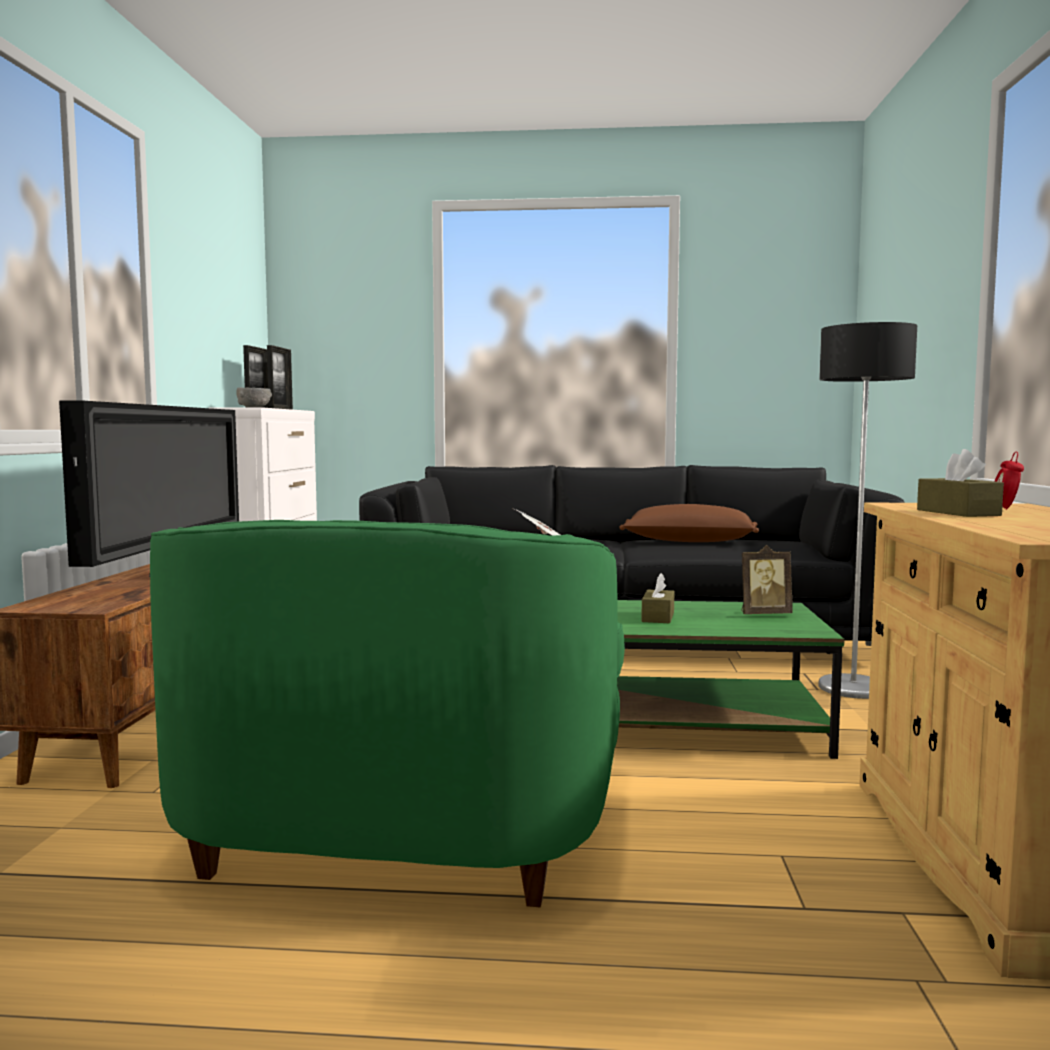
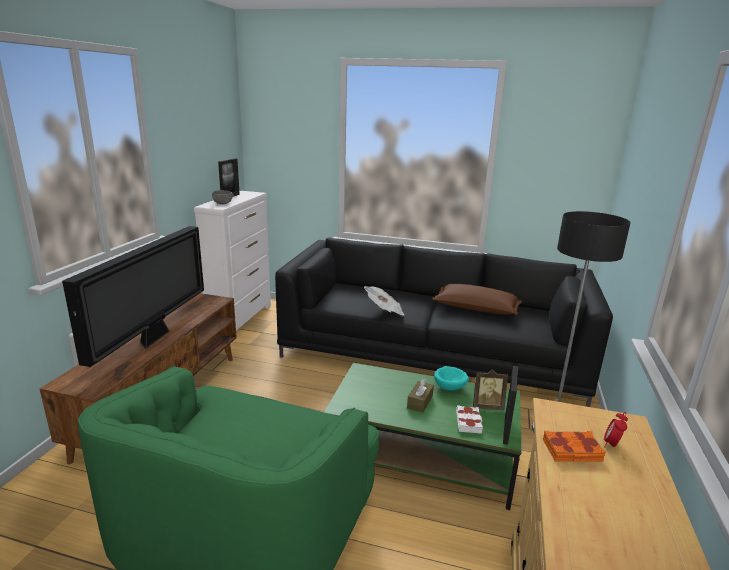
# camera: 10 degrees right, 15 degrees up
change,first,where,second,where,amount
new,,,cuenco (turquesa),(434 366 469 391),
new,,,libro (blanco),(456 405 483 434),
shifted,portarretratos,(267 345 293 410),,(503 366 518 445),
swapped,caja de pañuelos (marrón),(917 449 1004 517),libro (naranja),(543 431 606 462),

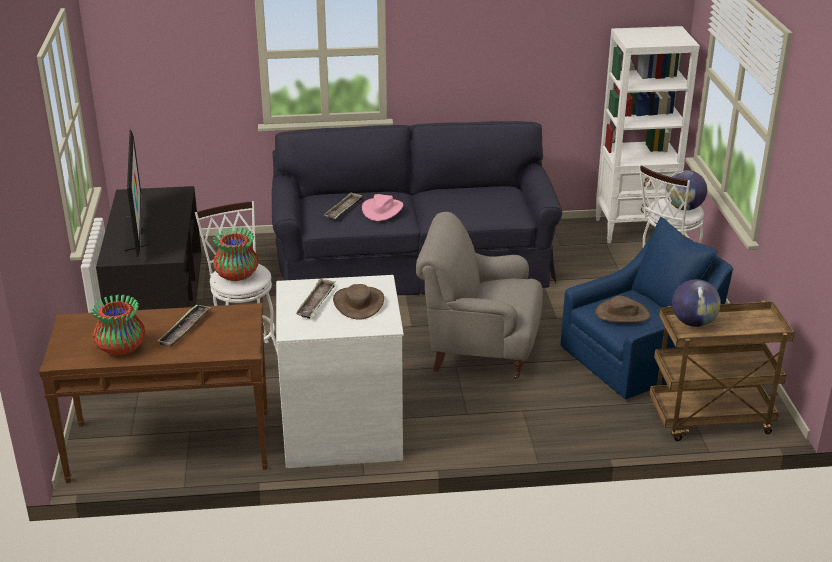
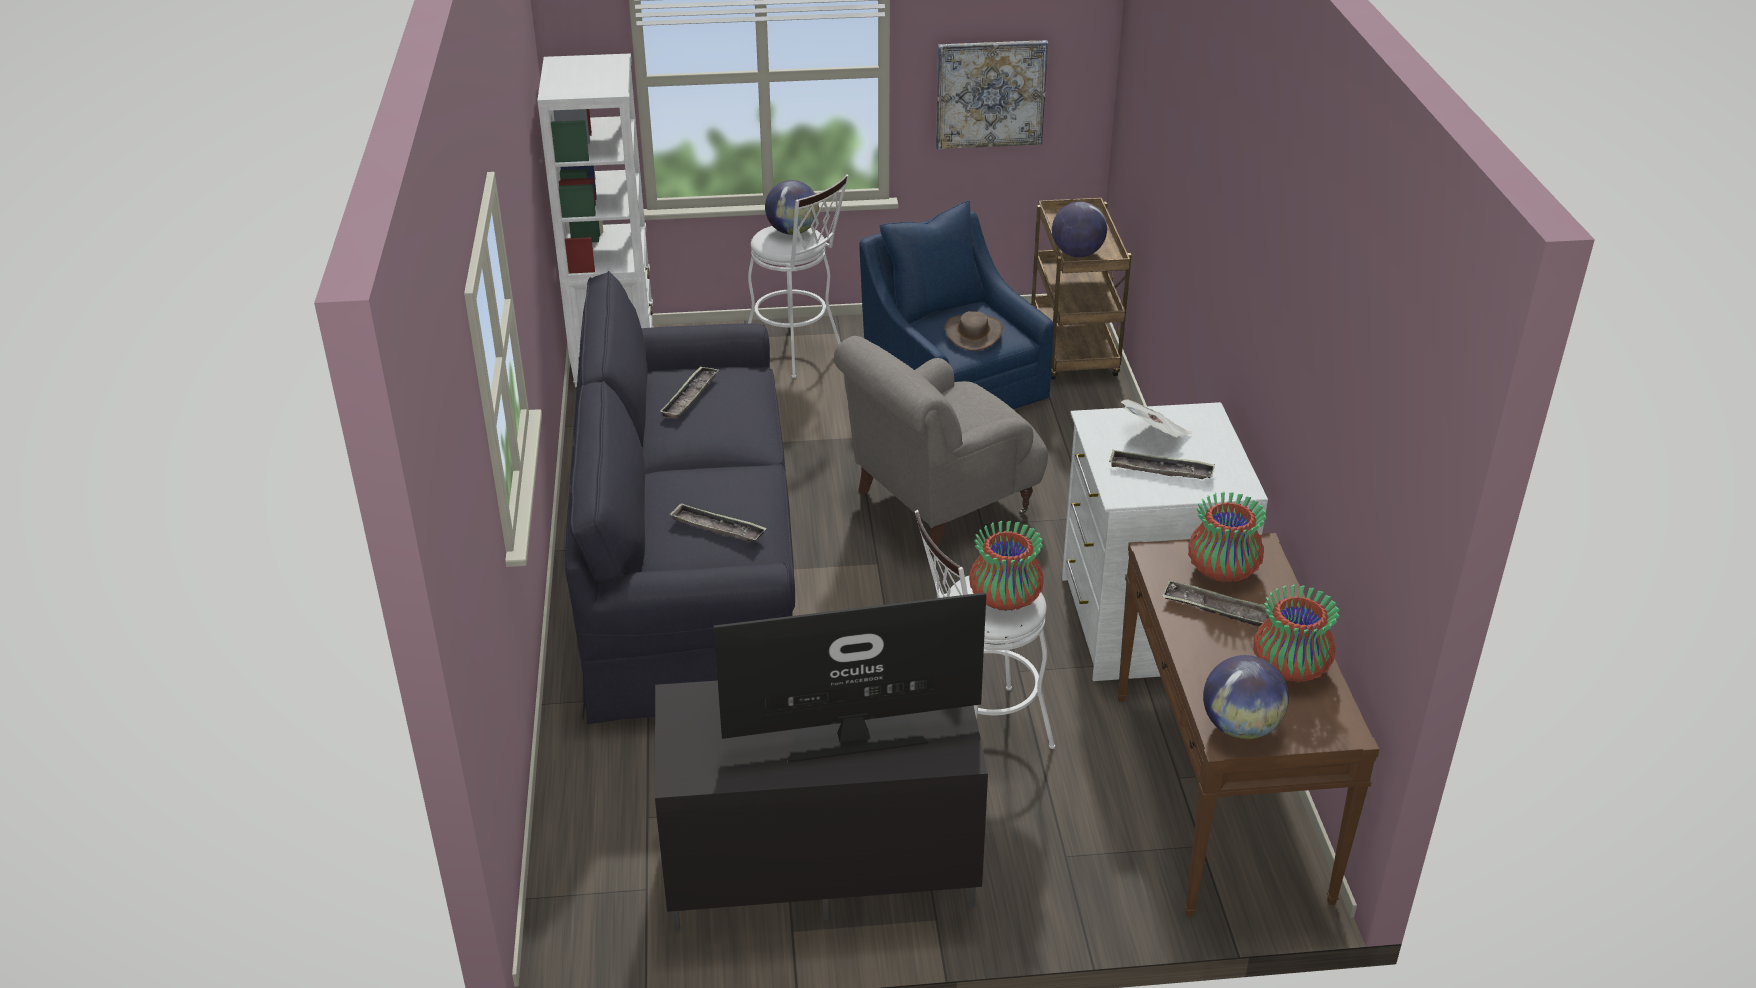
# camera: 90 degrees left, 5 degrees up
change,first,where,second,where,amount
new,,,bandeja,(660 366 719 419),
rotated,sillón (gris),(416 212 543 379),,(834 336 1048 555),45 degrees clockwise
new,,,cuadro,(936 40 1048 149),
swapped,sombrero (marrón),(333 284 384 320),periódico,(1121 399 1192 438),
new,,,florero,(1188 491 1267 582),
new,,,globo terráqueo,(1203 655 1289 739),
gone,sombrero (rosa),(362 194 403 221),,,

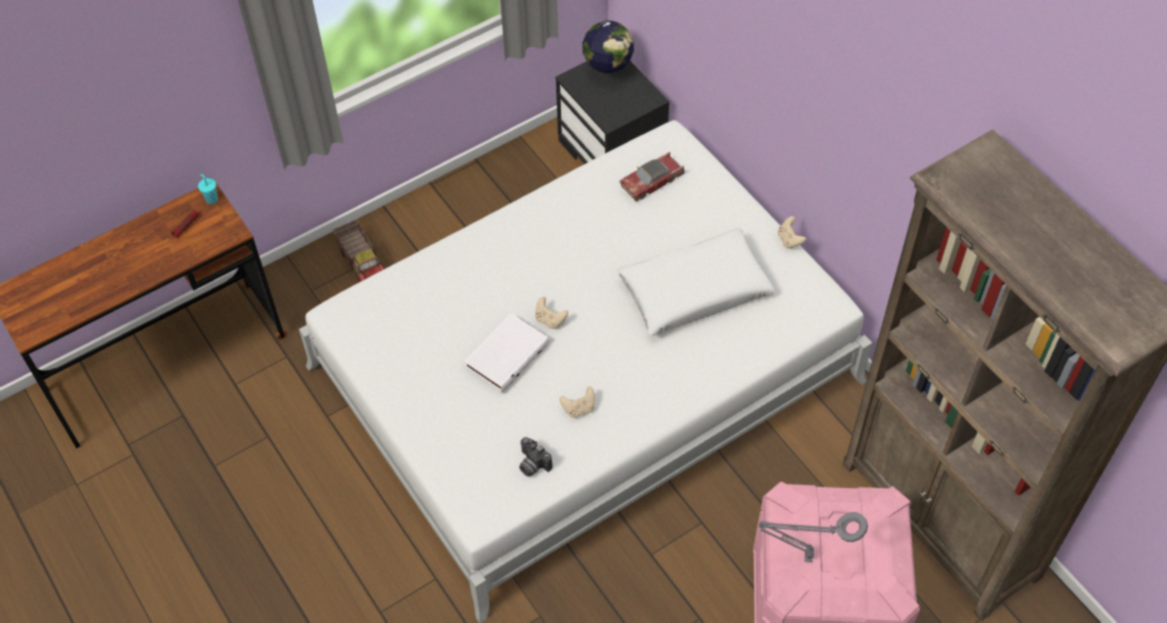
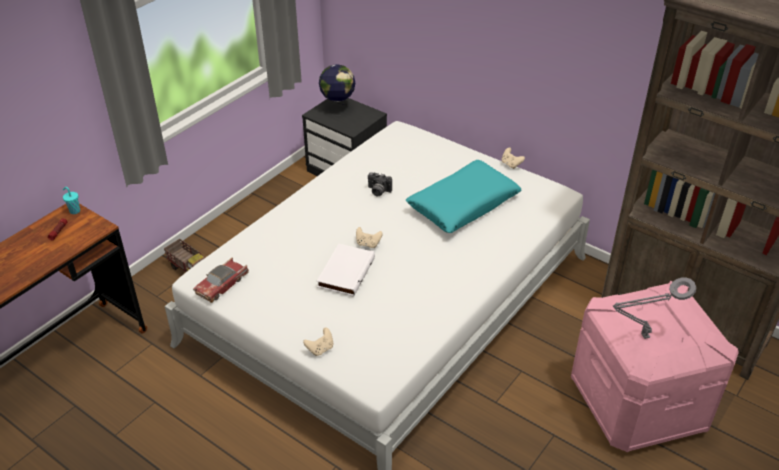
# camera: 20 degrees left, 15 degrees down
change,first,where,second,where,amount
shifted,coche de juguete,(619 152 685 202),,(193 257 249 303),
shifted,mando de consola (beis),(560 386 595 418),,(303 327 333 356),
shifted,cámara,(519 437 553 477),,(368 172 392 196),
repainted,cojín (blanco),(617 228 775 336),cojín (turquesa),(406 160 521 233),

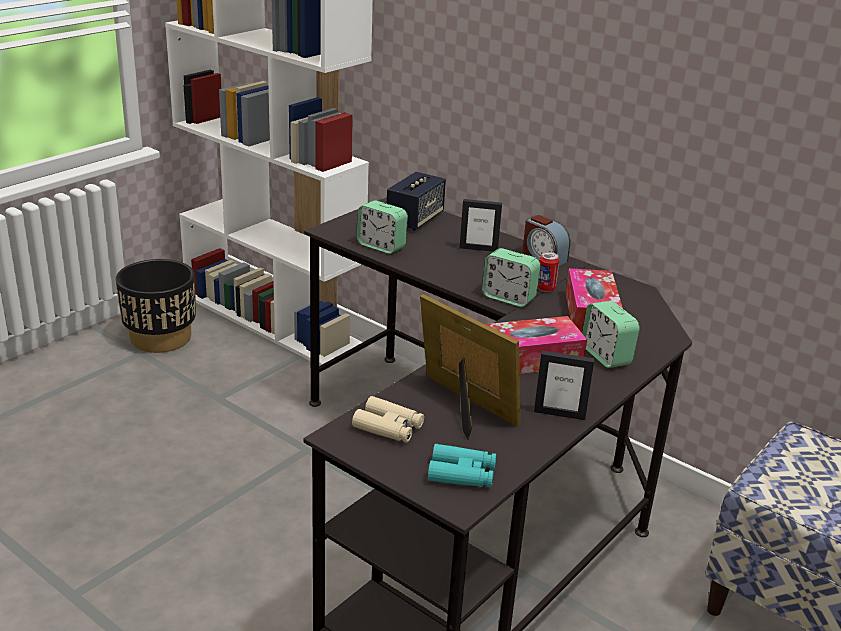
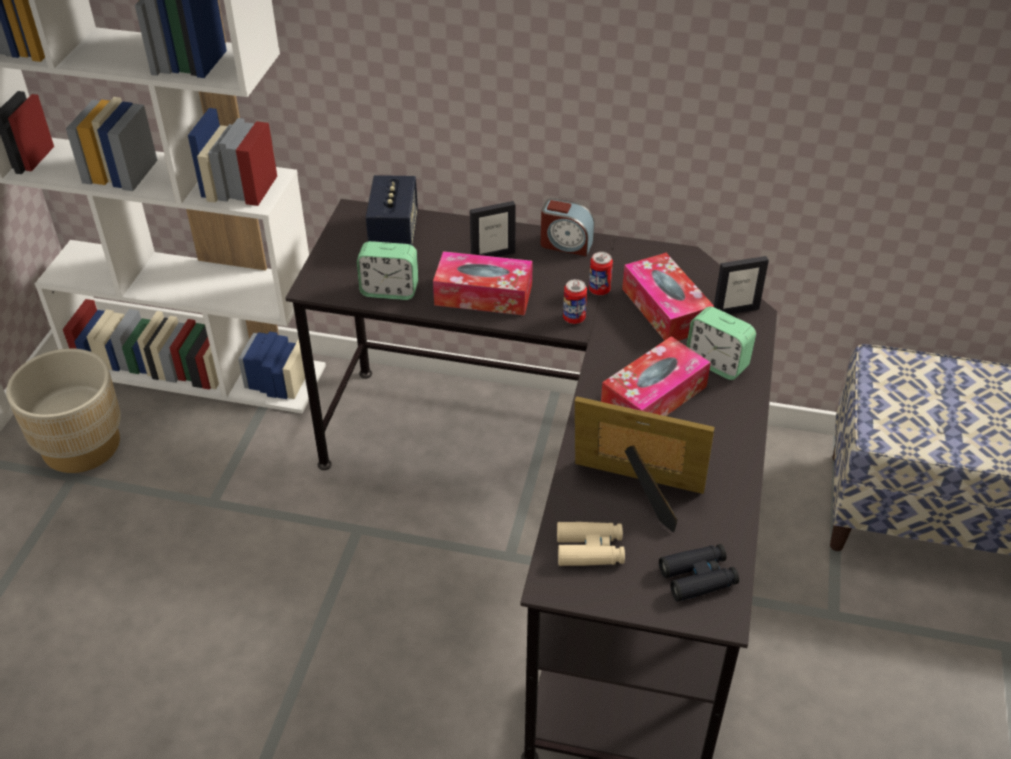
# camera: 25 degrees left, 15 degrees up
change,first,where,second,where,amount
repainted,maceta (negro),(116 259 196 353),maceta (beis),(6 348 121 473),
new,,,caja de pañuelos,(433 251 533 316),
swapped,despertador,(482 248 540 307),lata,(563 279 587 324),
repainted,prismáticos (turquesa),(428 444 496 487),prismáticos (negro),(659 544 739 602),
shifted,portarretratos,(534 350 594 420),,(714 256 769 315),

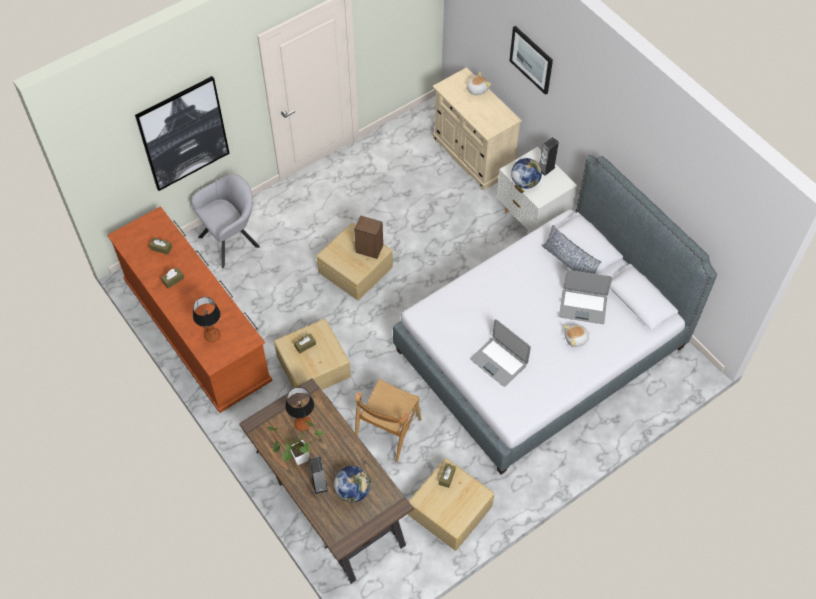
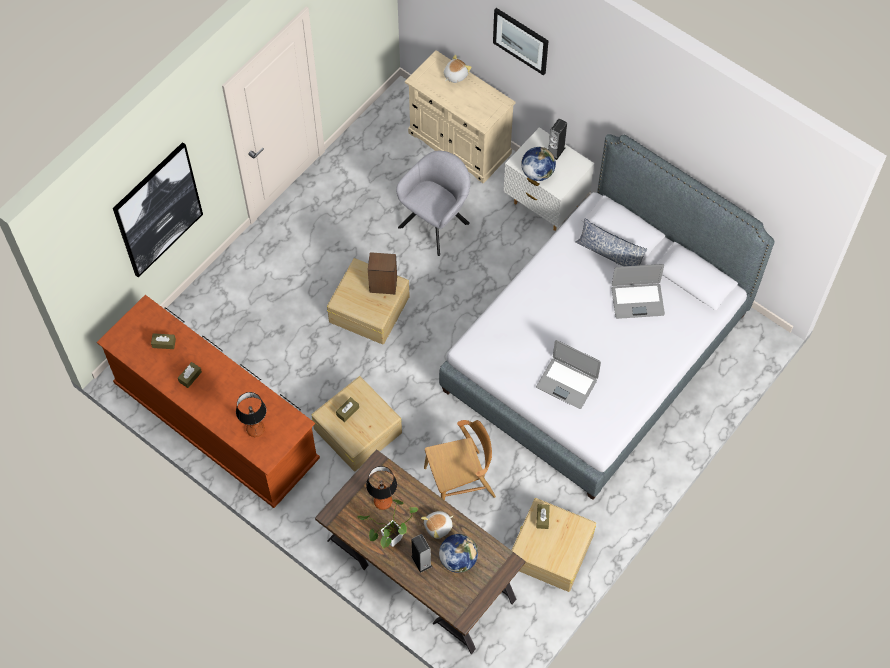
# camera: 15 degrees left, 5 degrees up
change,first,where,second,where,amount
shifted,sillón (gris),(191 174 260 268),,(396 151 470 256),
shifted,peluche,(563 325 591 347),,(421 511 453 539),
rotated,silla (marrón),(355 379 421 462),,(424 420 496 500),120 degrees counterclockwise

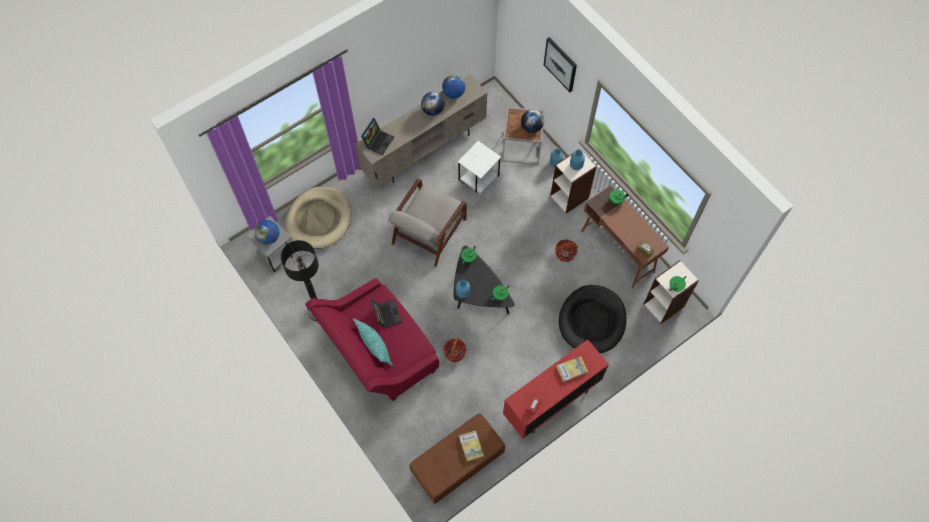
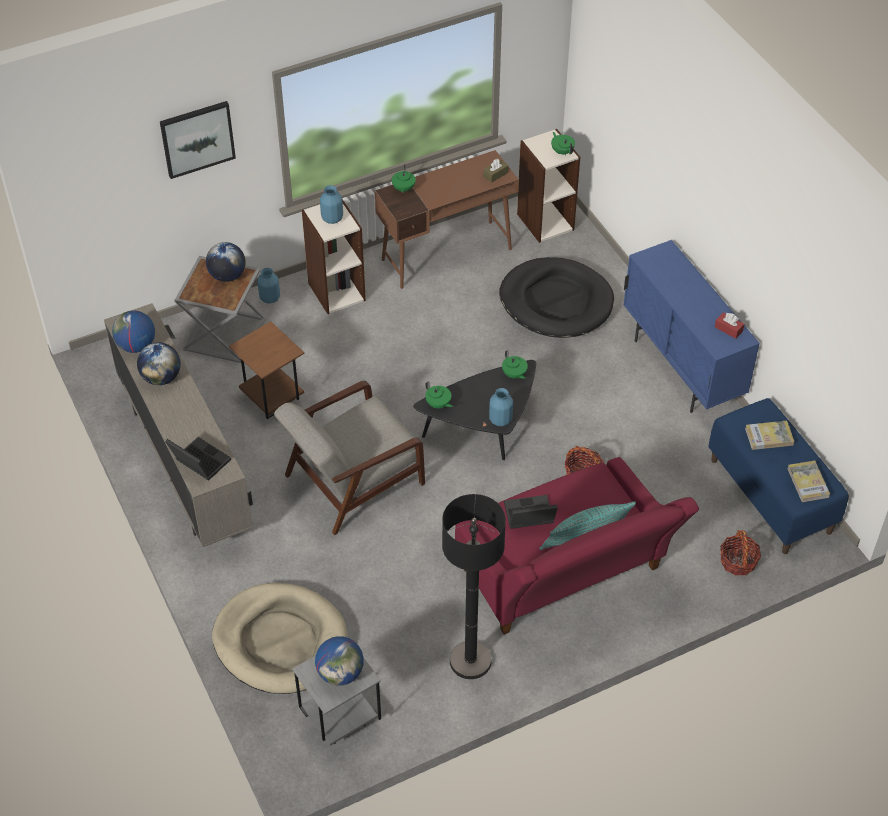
# camera: 80 degrees left, 15 degrees down
change,first,where,second,where,amount
repainted,mesa auxiliar (blanco),(458 141 501 194),mesa auxiliar (marrón),(229 321 304 419),
rotated,sillón (gris),(388 179 467 267),,(274 381 425 535),105 degrees clockwise
repainted,armario (rojo),(503 340 609 439),armario (azul),(623 240 760 413),
repainted,banco (marrón),(409 413 505 504),banco (azul),(708 398 849 554),
shifted,cesta,(555 239 578 262),,(720 530 761 576),
shifted,libro,(557 356 588 382),,(787 460 830 502),

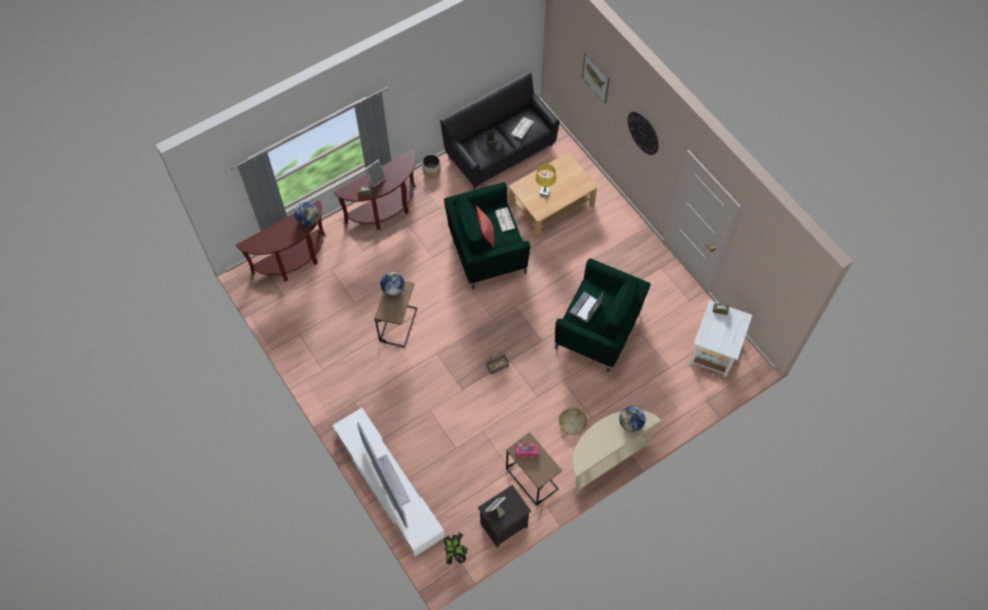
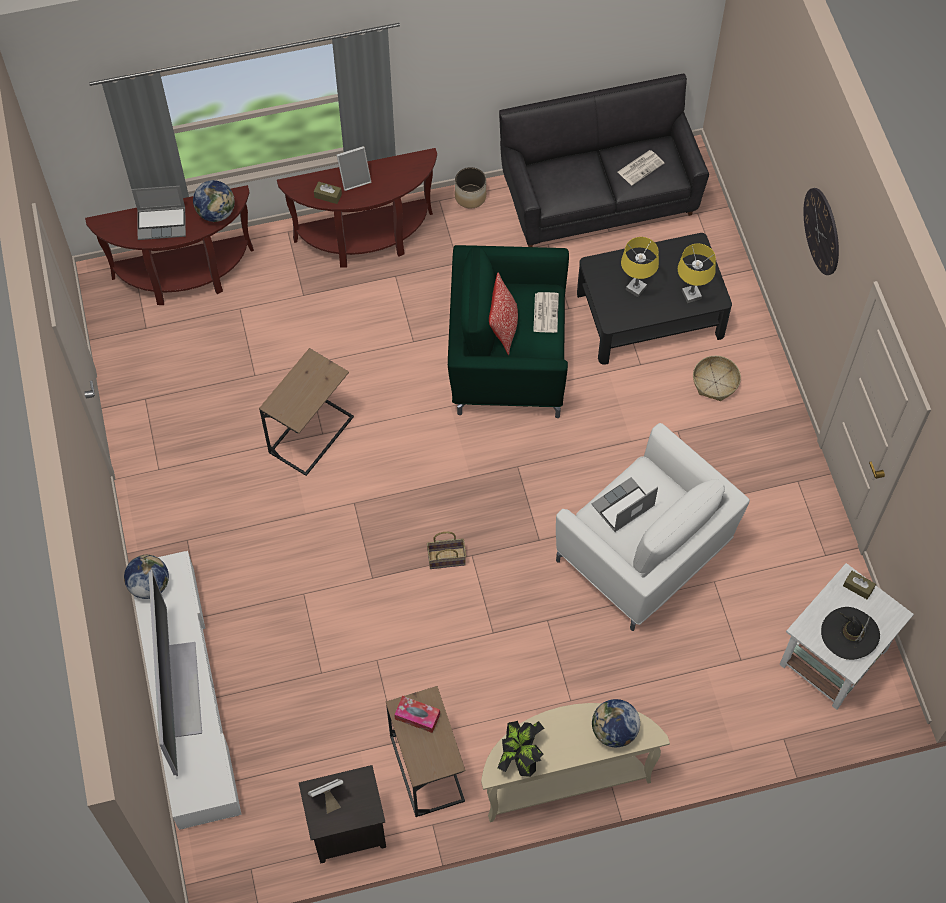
# camera: 20 degrees right, 0 degrees up
change,first,where,second,where,amount
shifted,globo terráqueo,(380 272 405 296),,(124 555 169 599),
new,,,portátil,(132 186 186 240),
shifted,planta en maceta,(444 532 468 564),,(498 721 545 777),
repainted,sillón (verde),(555 258 651 372),sillón (blanco),(556 423 750 631),
repainted,mesa de centro (beis),(509 153 597 239),mesa de centro (negro),(577 233 732 365),
new,,,lámpara de mesa (amarillo),(678 244 716 303),
shifted,cesta,(559 408 587 435),,(693 356 741 401),
shifted,sombrero (negro),(476 130 504 153),,(821 607 880 660),
gone,cuadro,(582 52 610 104),,,

